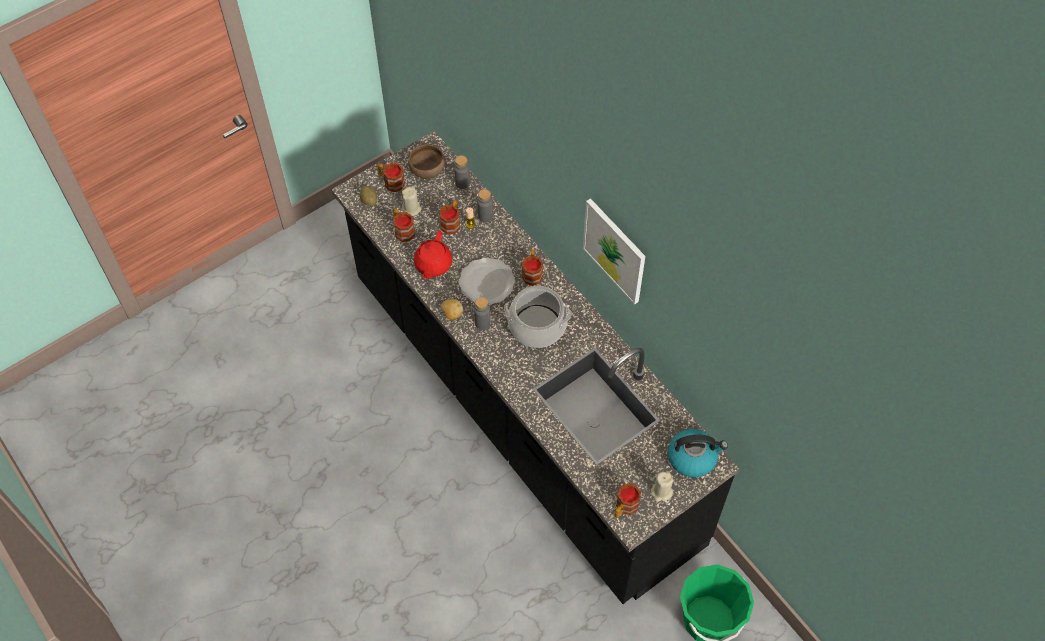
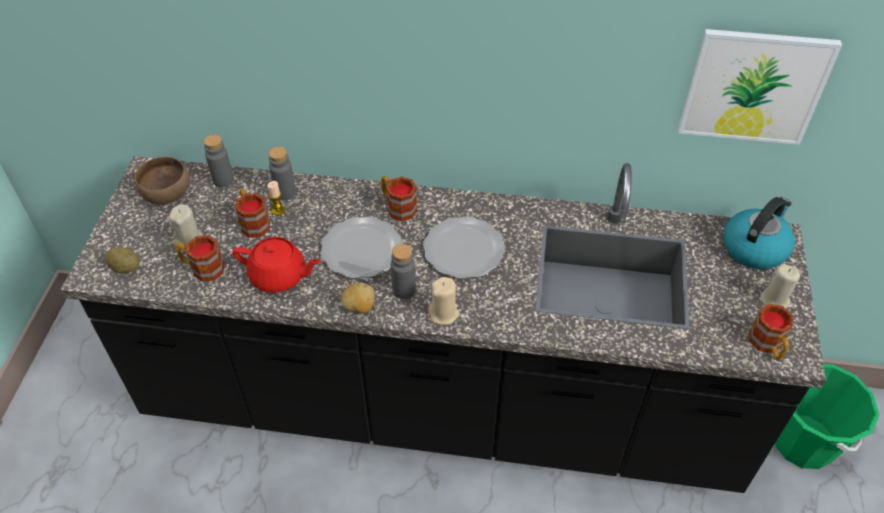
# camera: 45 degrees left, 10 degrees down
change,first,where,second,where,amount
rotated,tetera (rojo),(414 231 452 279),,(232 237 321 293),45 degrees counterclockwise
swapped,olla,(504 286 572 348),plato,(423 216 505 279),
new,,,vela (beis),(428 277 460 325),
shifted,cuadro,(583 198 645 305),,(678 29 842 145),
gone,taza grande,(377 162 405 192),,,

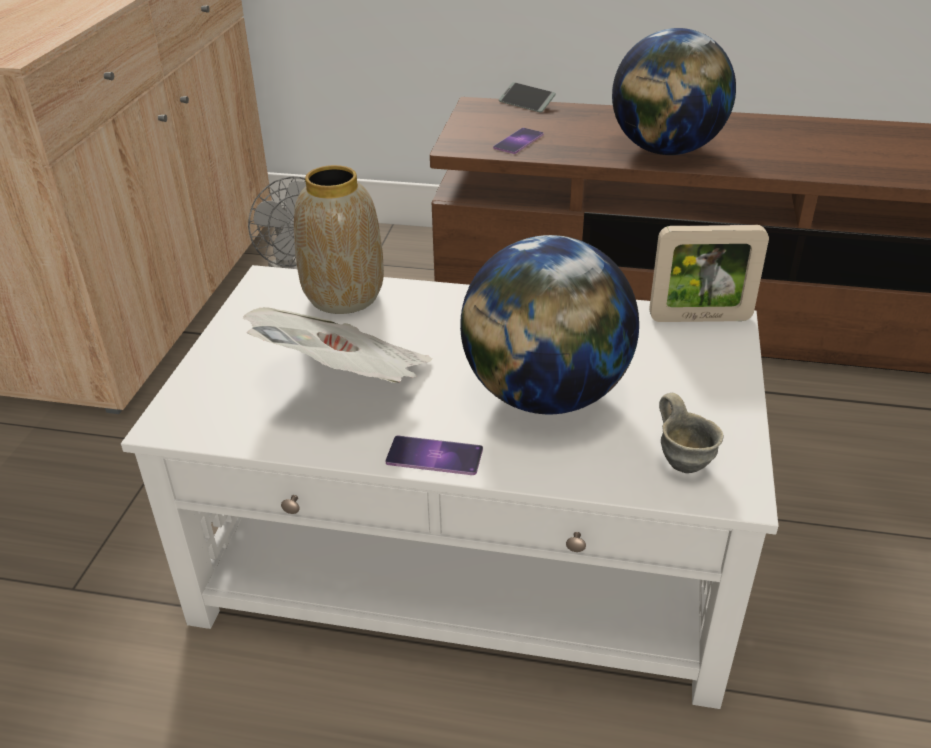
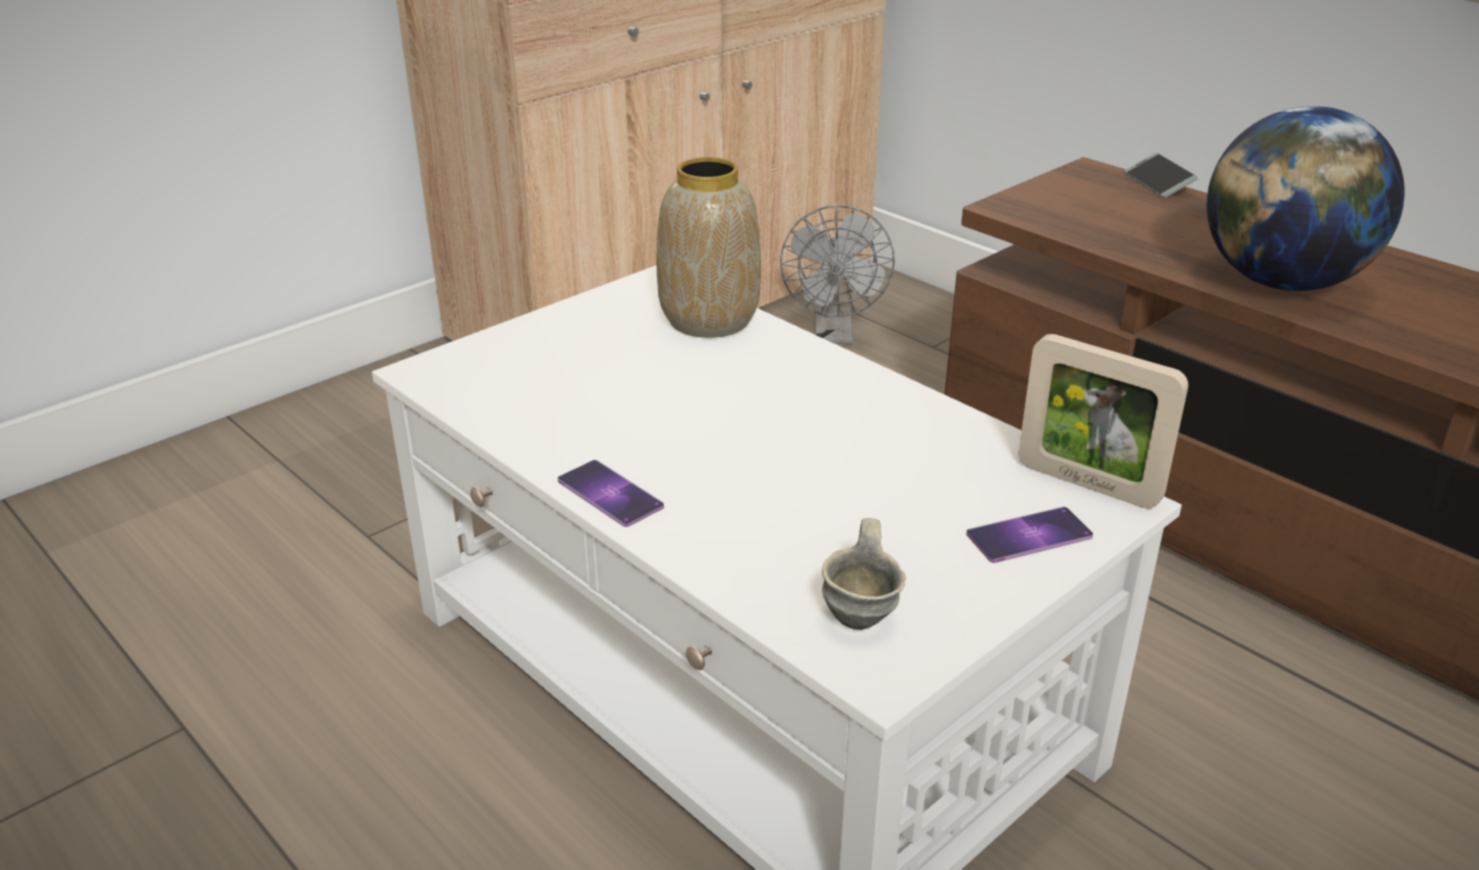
# camera: 35 degrees right, 5 degrees down
change,first,where,second,where,amount
shifted,móvil,(493 128 544 154),,(966 507 1093 563),
gone,periódico,(242 307 432 383),,,
gone,globo terráqueo,(460 235 639 414),,,

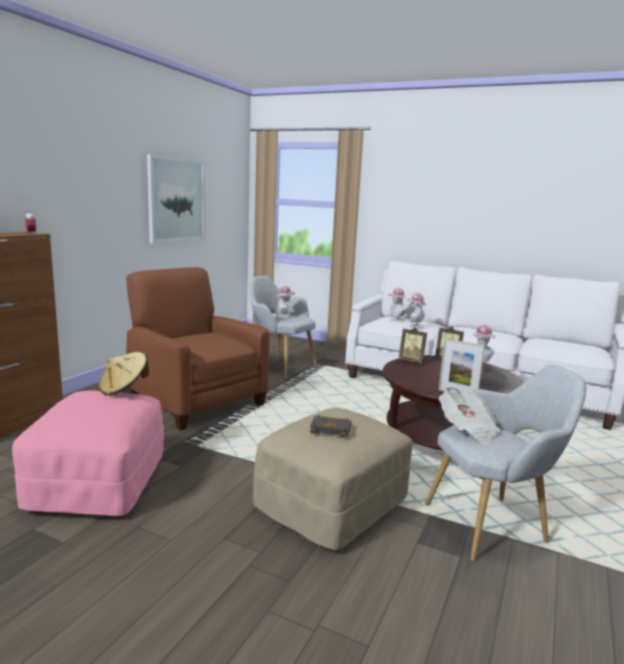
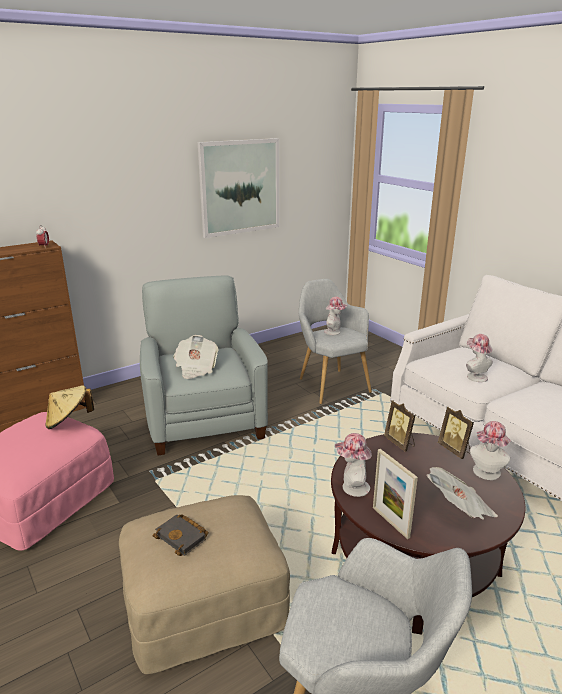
# camera: 30 degrees right, 10 degrees up
change,first,where,second,where,amount
repainted,sillón (marrón),(126 267 269 431),sillón (gris),(140 275 268 455),
shifted,periódico,(439 386 500 444),,(173 335 219 379),
shifted,sombrero,(388 288 407 322),,(335 433 372 497),

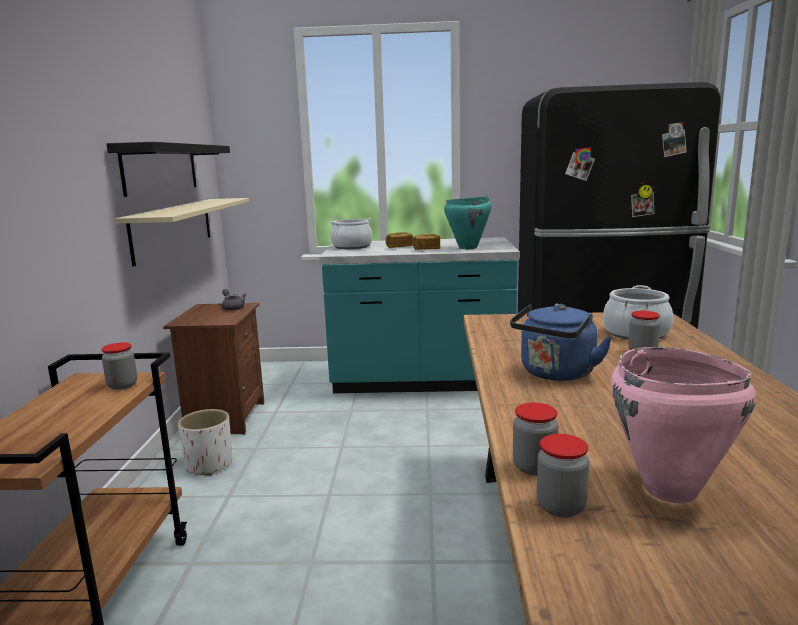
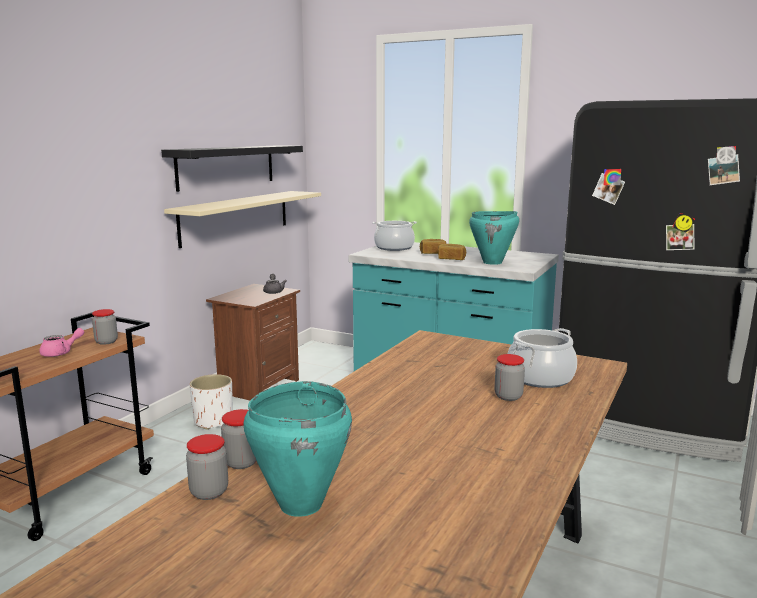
# camera: 25 degrees right, 0 degrees up
change,first,where,second,where,amount
new,,,tetera (rosa),(39 328 84 357),
repainted,olla (rosa),(611 347 756 503),olla (turquesa),(244 381 352 517),
gone,hervidor (azul),(510 303 612 381),,,

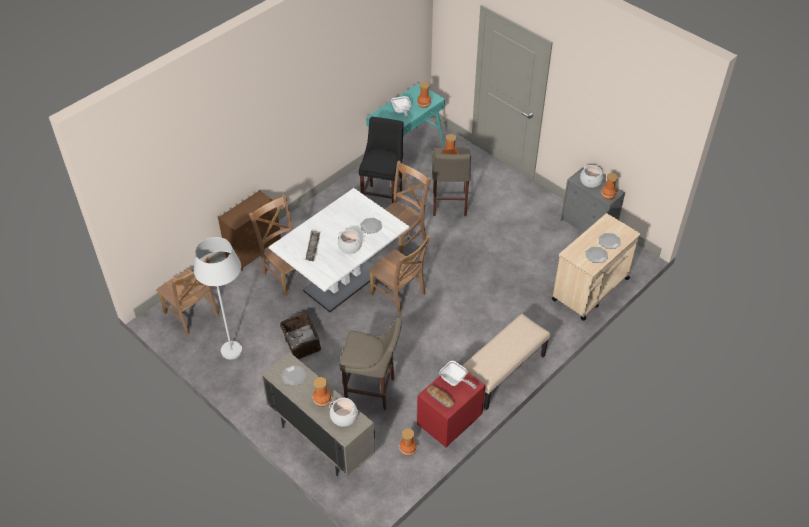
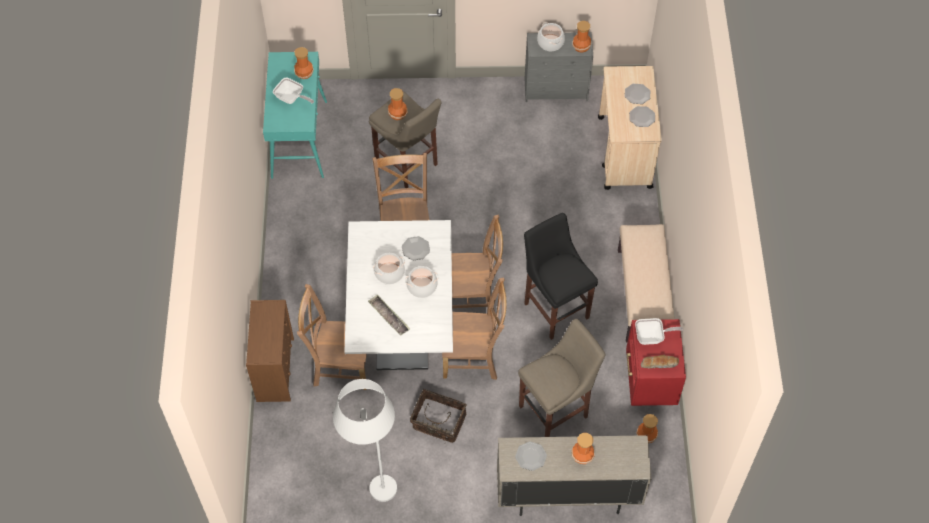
# camera: 45 degrees left, 10 degrees up
change,first,where,second,where,amount
shifted,olla,(329 398 358 427),,(373 253 405 284),
shifted,silla (marrón),(156 257 220 337),,(442 277 507 380),
shifted,taburete (negro),(358 117 404 203),,(524 213 598 340),

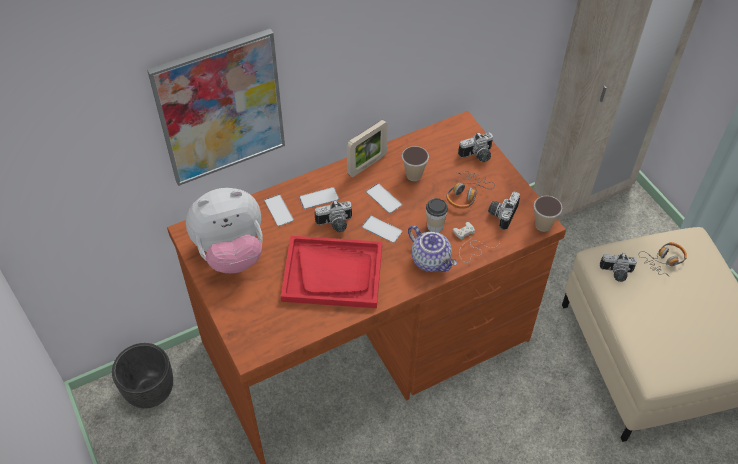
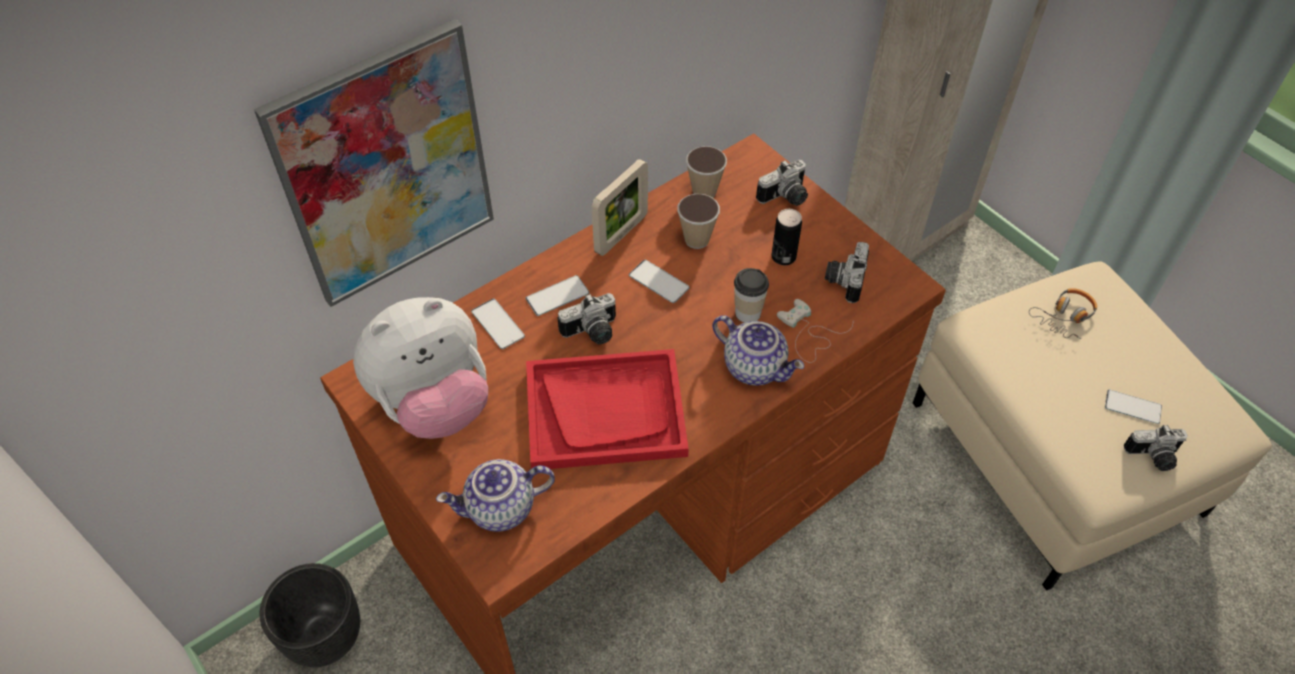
# camera: 10 degrees left, 0 degrees up
change,first,where,second,where,amount
new,,,tetera,(436 459 555 532),
shifted,taza,(534 196 562 232),,(686 146 727 198),
swapped,auriculares,(446 171 495 209),lata,(771 209 802 265),
shifted,móvil,(362 216 402 243),,(1105 390 1162 424),
shifted,cámara,(600 253 637 282),,(1124 425 1188 471),

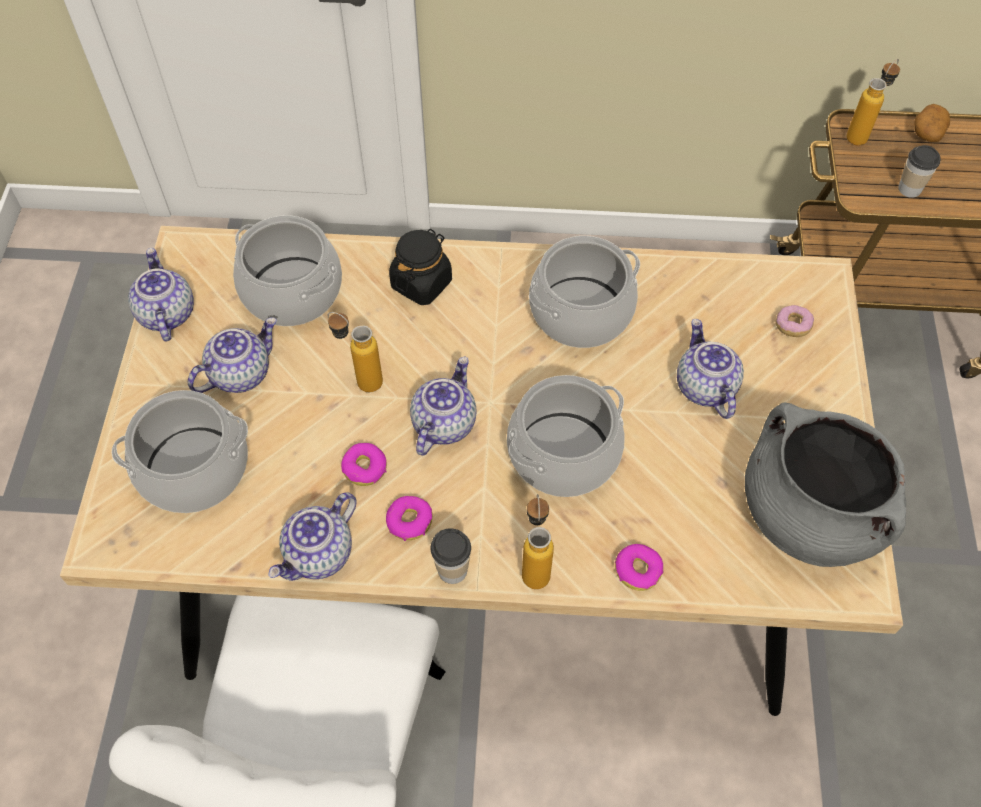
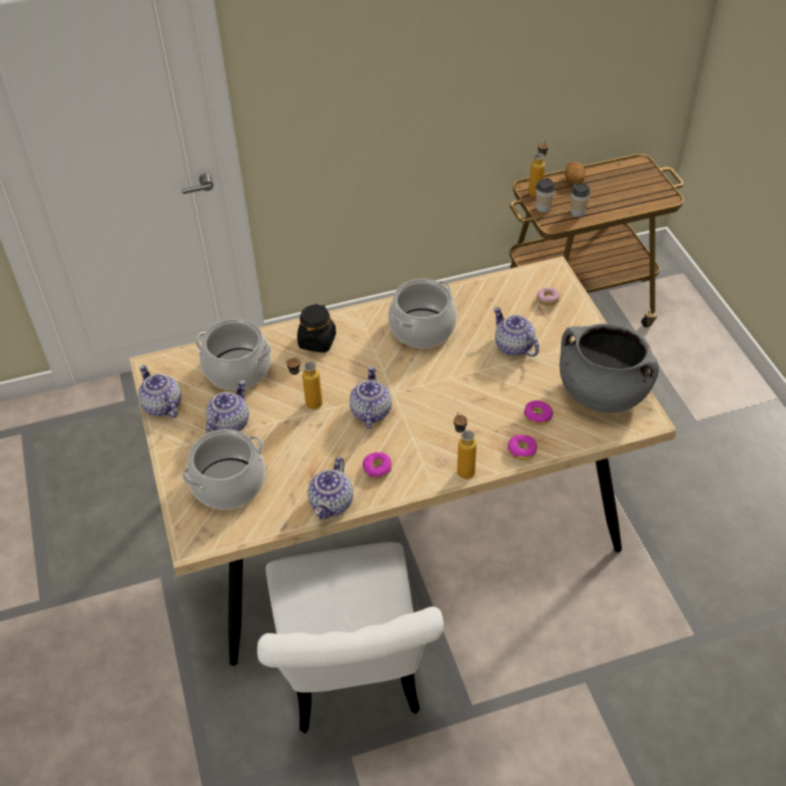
# camera: 20 degrees left, 10 degrees down
change,first,where,second,where,amount
shifted,rosquilla,(341 443 387 486),,(524 400 553 425),
shifted,taza,(430 528 471 584),,(536 178 555 213),
gone,olla,(507 375 624 497),,,

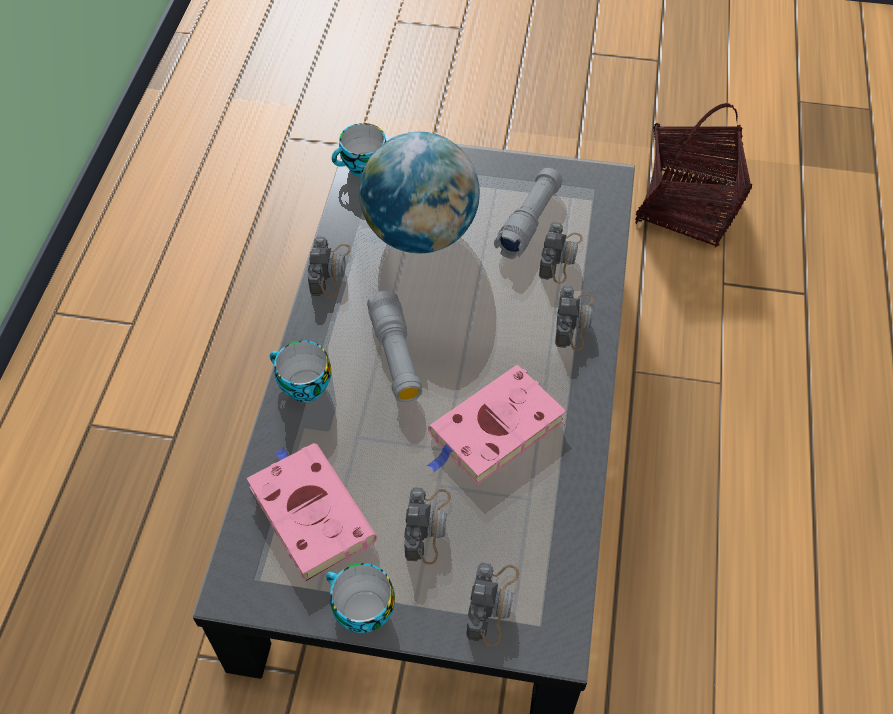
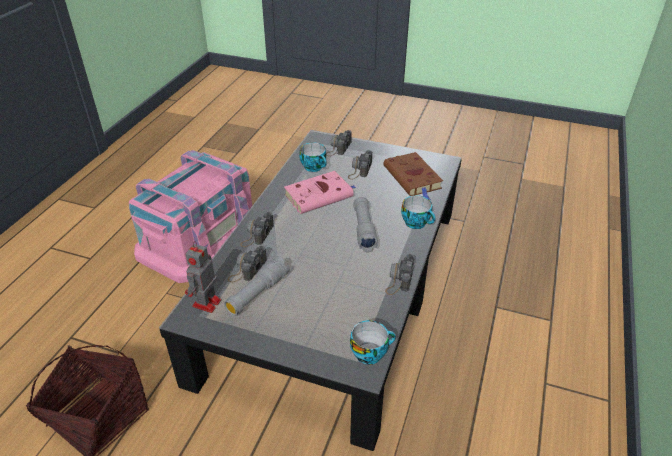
# camera: 170 degrees left, 15 degrees down
change,first,where,second,where,amount
new,,,caja de almacenaje (rosa),(129 150 252 283),
new,,,robot de juguete,(185 241 221 313),
shifted,taza,(326 563 395 633),,(299 143 327 172),
repainted,libro (rosa),(247 443 377 582),libro (marrón),(383 152 443 200),
gone,globo terráqueo,(359 132 480 253),,,

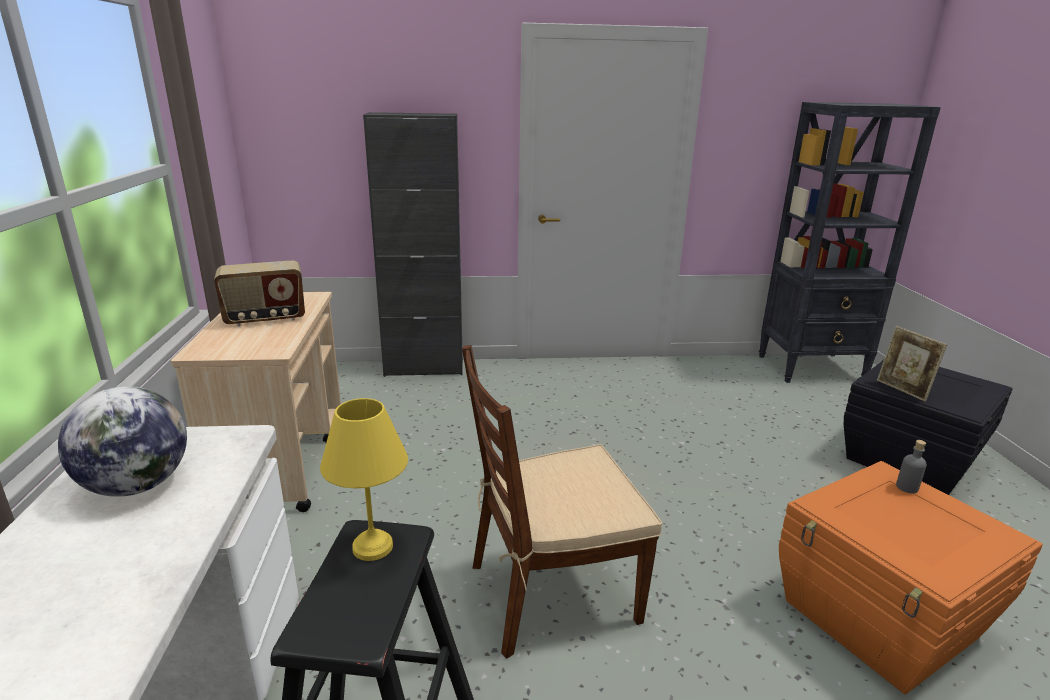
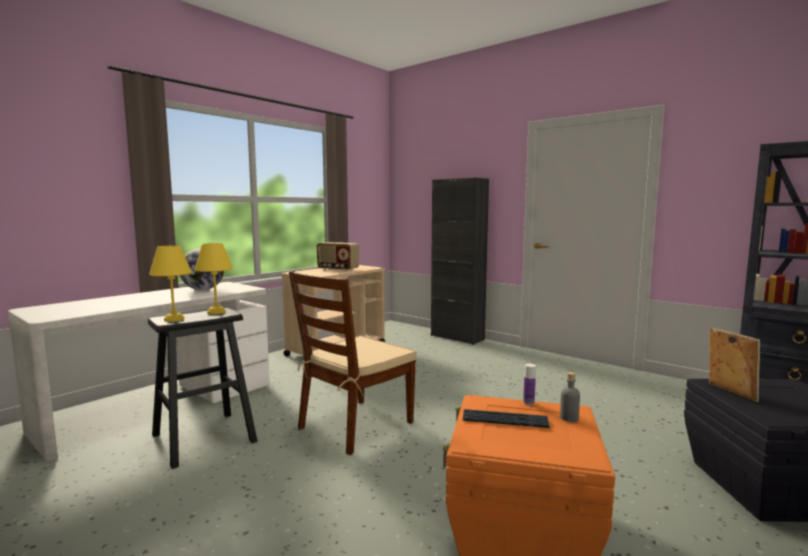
# camera: 45 degrees right, 15 degrees down
change,first,where,second,where,amount
new,,,lámpara de mesa (amarillo),(149 245 192 322),
rotated,silla (marrón),(462 345 662 659),,(289 270 417 455),75 degrees counterclockwise
new,,,teclado,(463 409 550 428),
new,,,botella,(523 364 536 405),
rotated,portarretratos,(877 326 947 402),,(709 327 760 402),150 degrees clockwise

